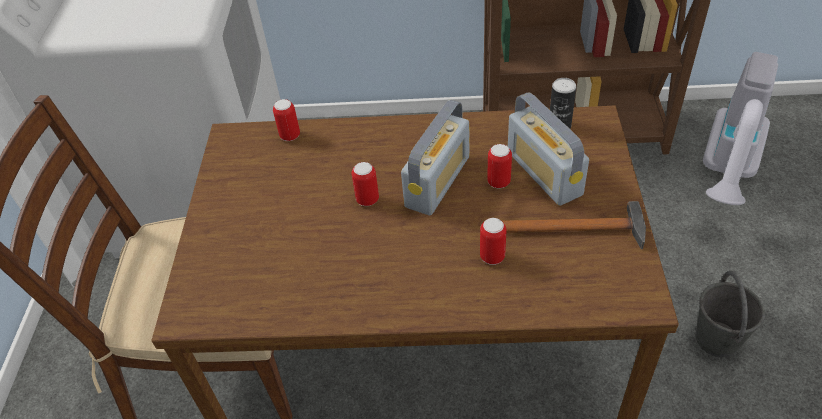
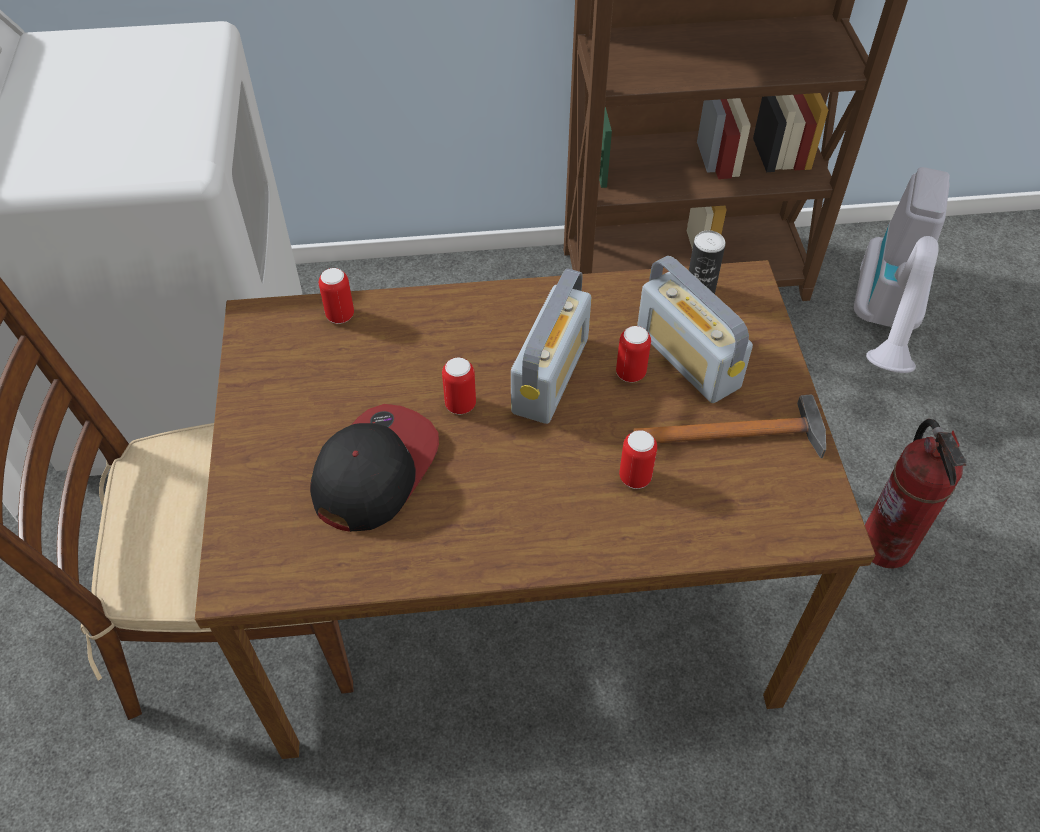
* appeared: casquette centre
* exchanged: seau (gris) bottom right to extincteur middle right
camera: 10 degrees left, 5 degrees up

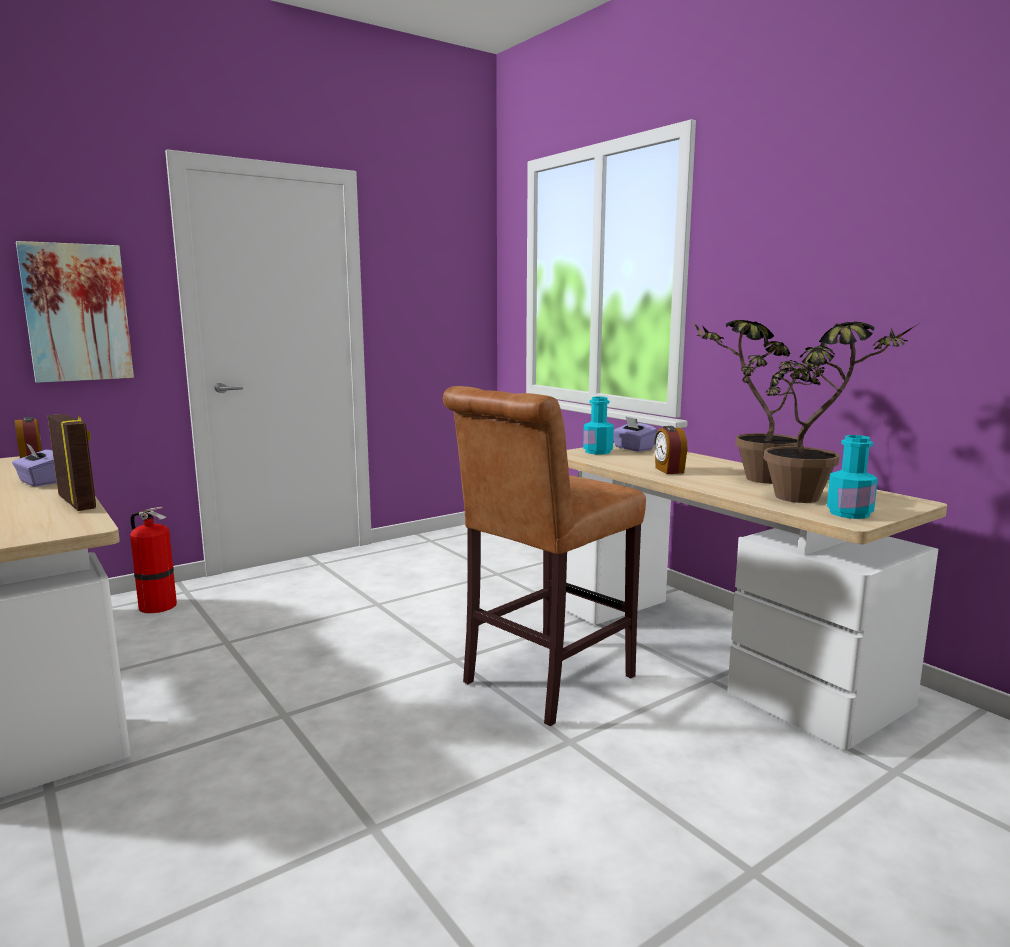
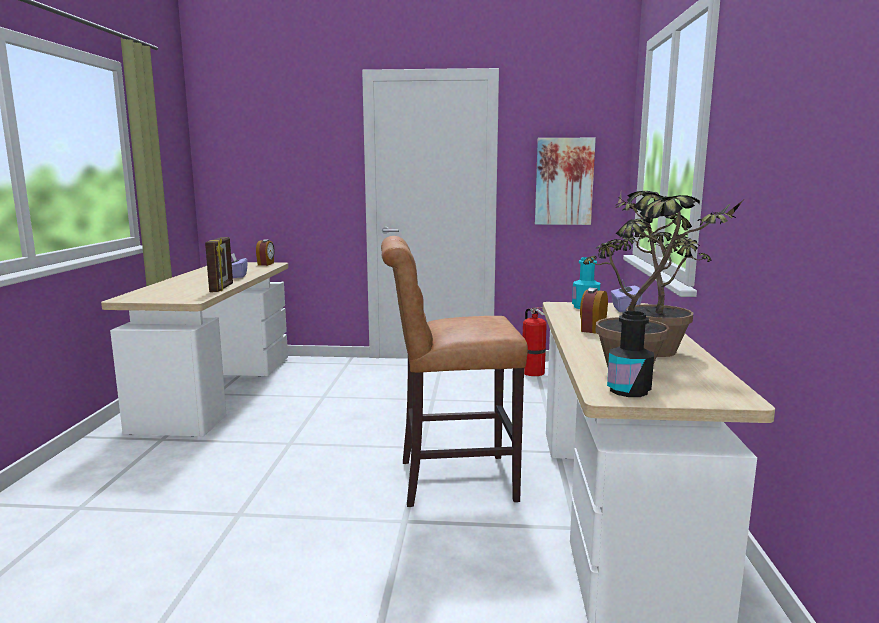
* relocated: tableau top left to top centre
* relocated: extincteur middle left to centre
* colour: bouteille (turquoise) (no. 2 from left) middle right to bouteille (noir) middle right
camera: 40 degrees right, 0 degrees up

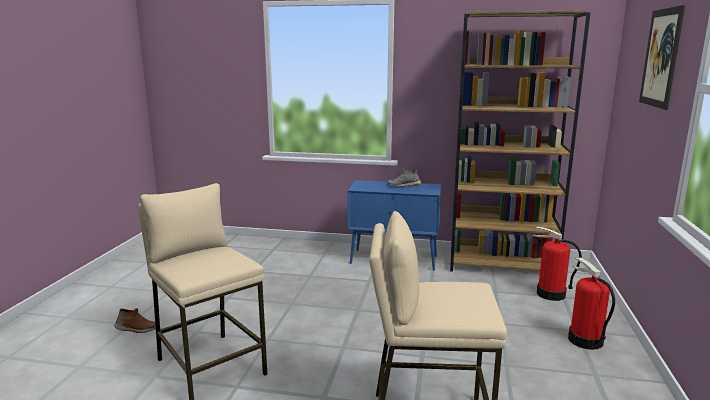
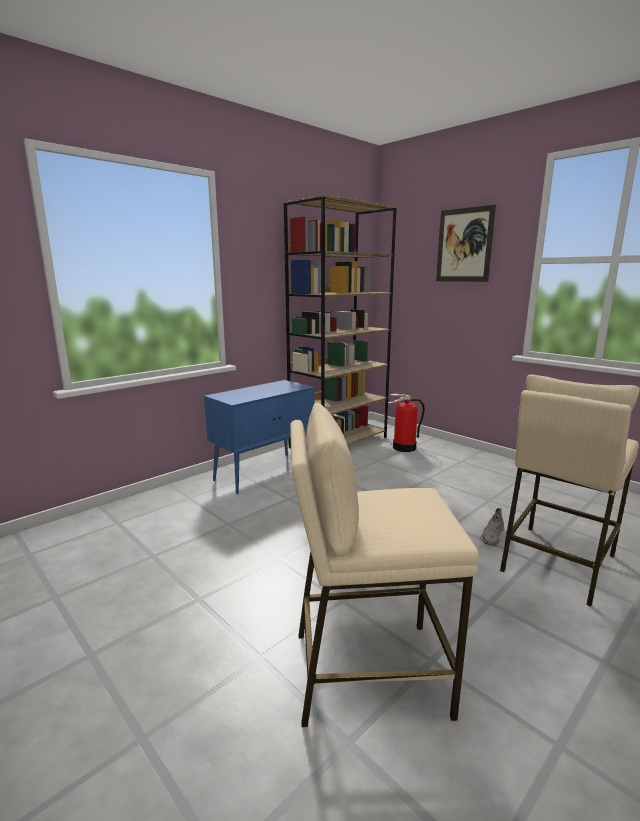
* missing: chaussure (marron) bottom left
* missing: extincteur (no. 2 from left) bottom right
* relocated: chaussure (gris) centre to middle right
camera: 55 degrees left, 0 degrees up

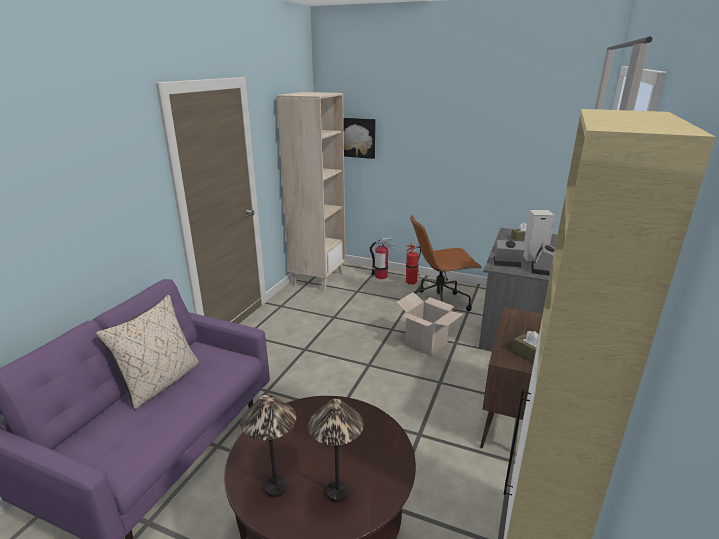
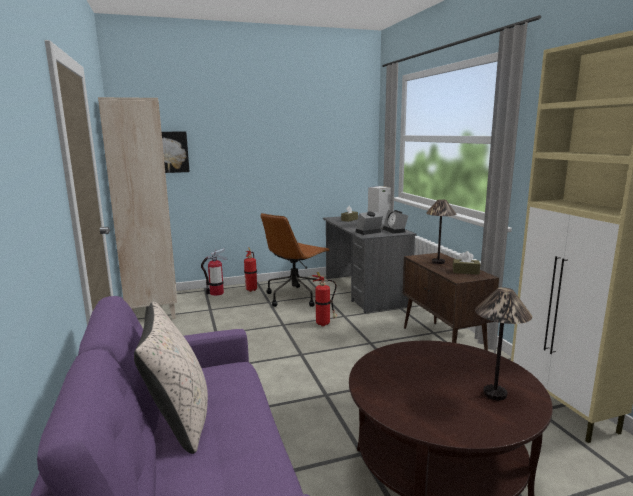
* relocated: lampe de table (no. 1 from left) bottom centre to middle right
* exchanged: carton centre to extincteur (no. 3 from left) centre
camera: 40 degrees left, 10 degrees down

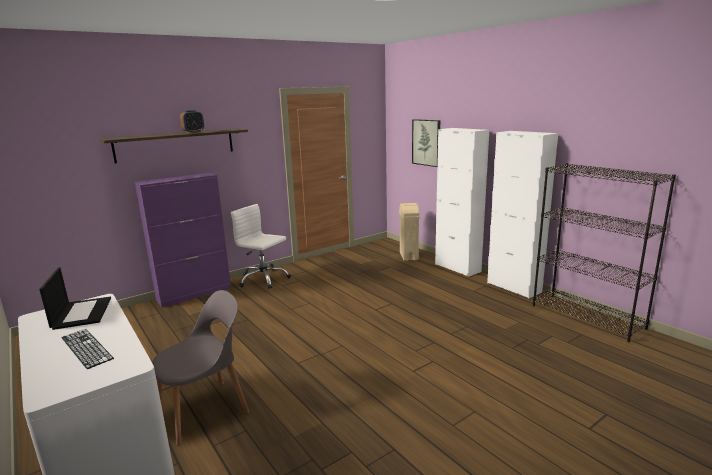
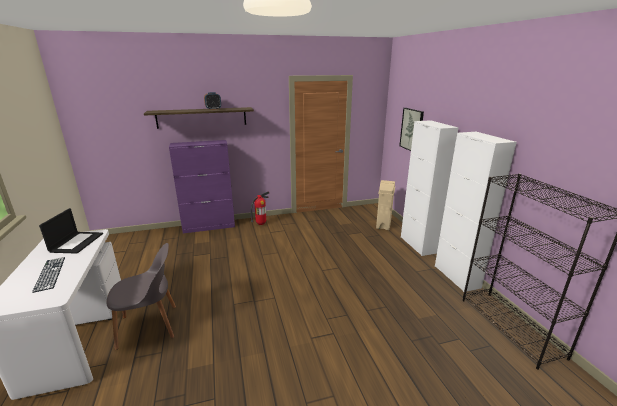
* exchanged: chaise de bureau (blanc) centre to extincteur centre
camera: 20 degrees right, 5 degrees up

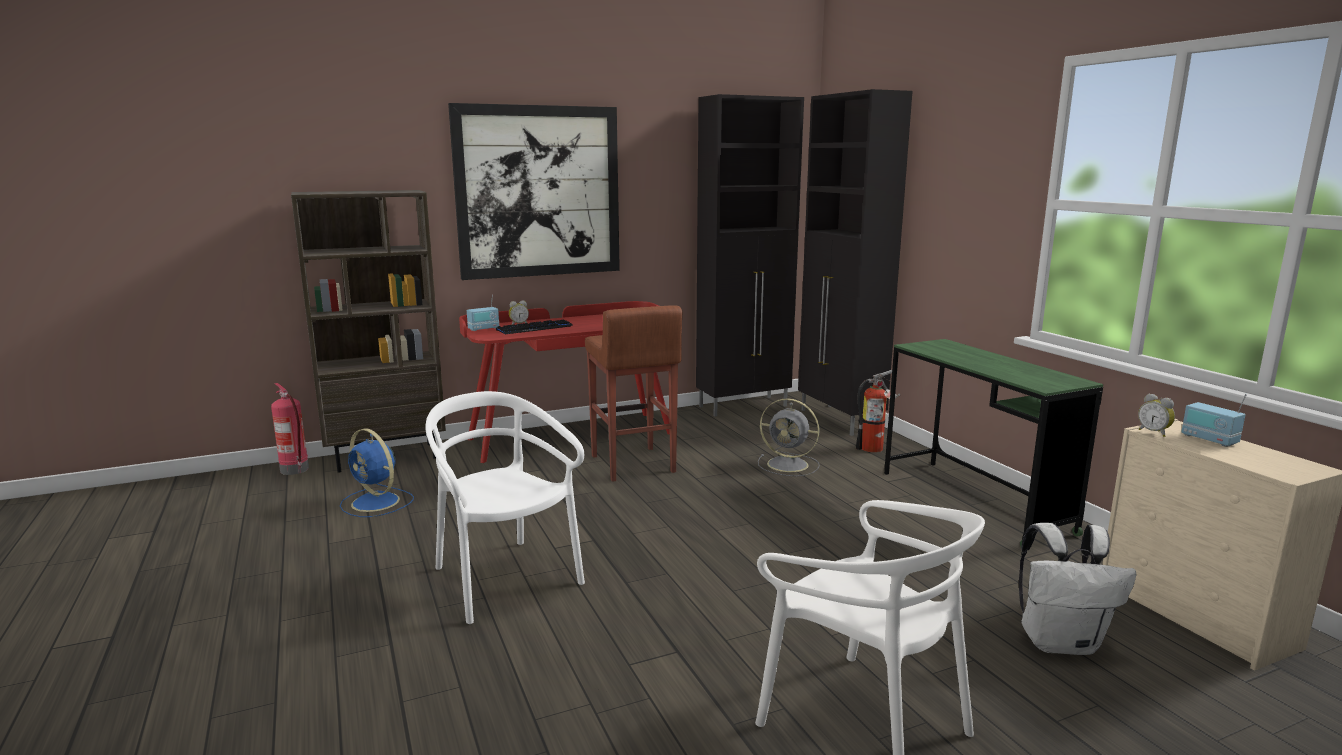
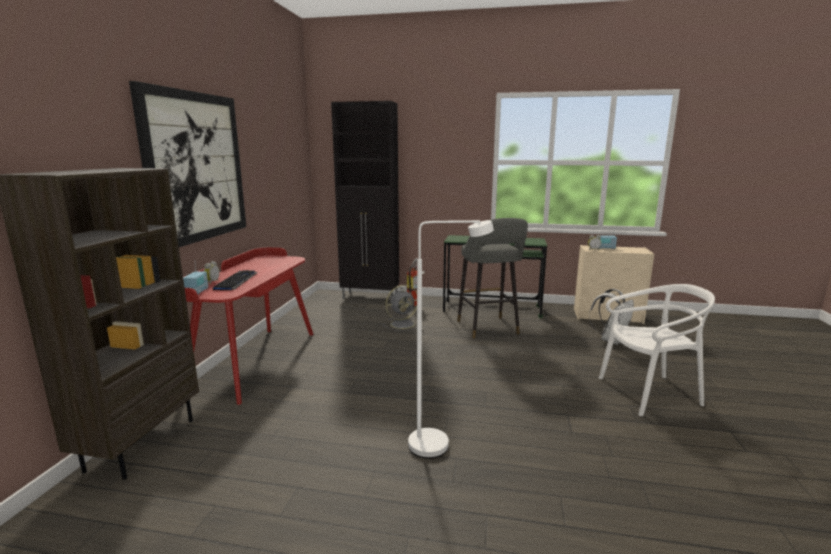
* missing: extincteur (no. 1 from left) middle left
* missing: ventilateur (bleu) middle left
* missing: tabouret (marron) centre
* missing: meuble de rangement (noir) (no. 1 from left) centre
* appeared: tabouret (gris) centre
* exchanged: chaise (blanc) (no. 1 from left) bottom centre to lampadaire (blanc) centre
camera: 55 degrees left, 0 degrees up

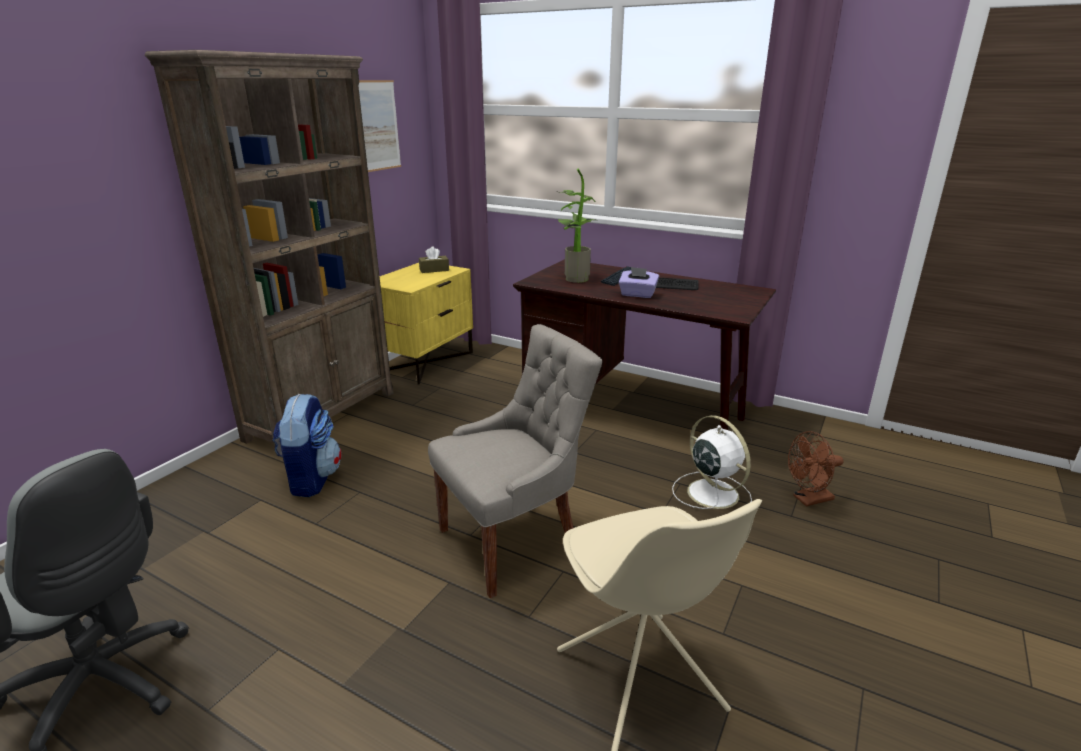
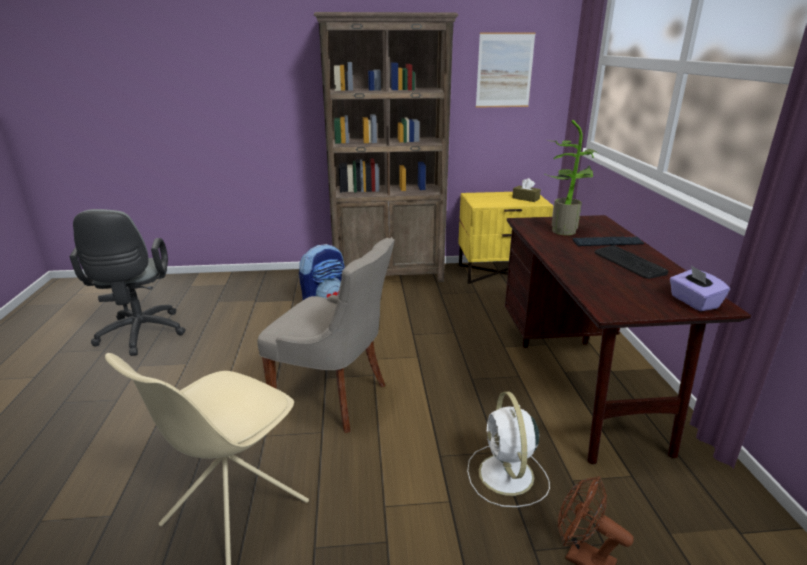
* relocated: boîte à mouchoirs (violet) centre to middle right
* spun: ventilateur (blanc) centre = bottom centre 150 degrees clockwise
camera: 55 degrees right, 0 degrees up

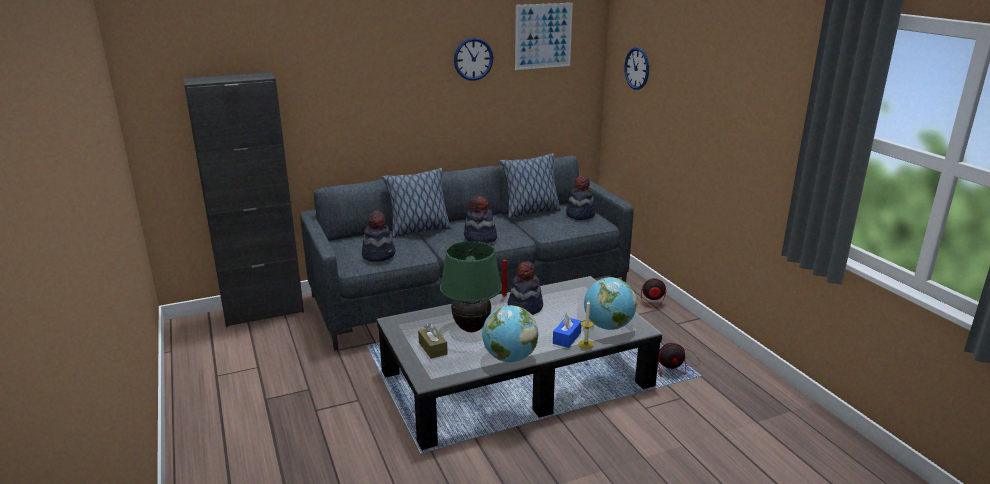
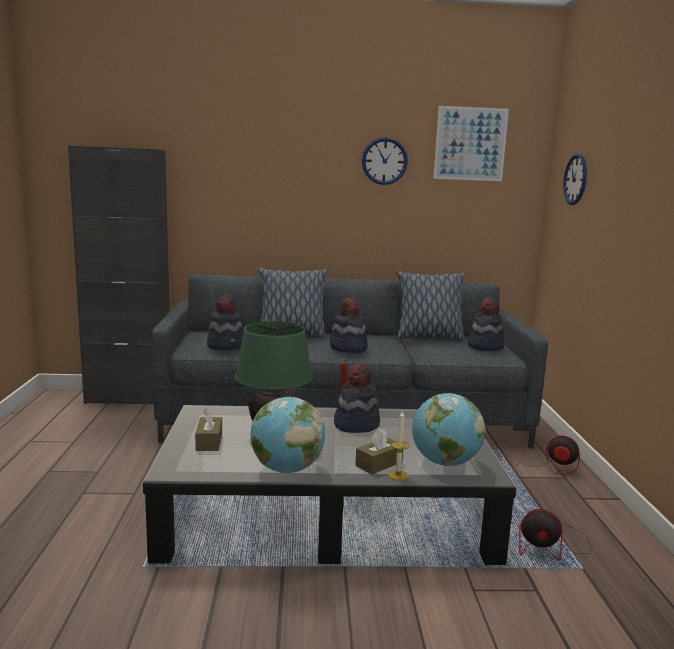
* colour: boîte à mouchoirs (bleu) bottom centre to boîte à mouchoirs (marron) (no. 2 from left) bottom centre
camera: 20 degrees right, 10 degrees down

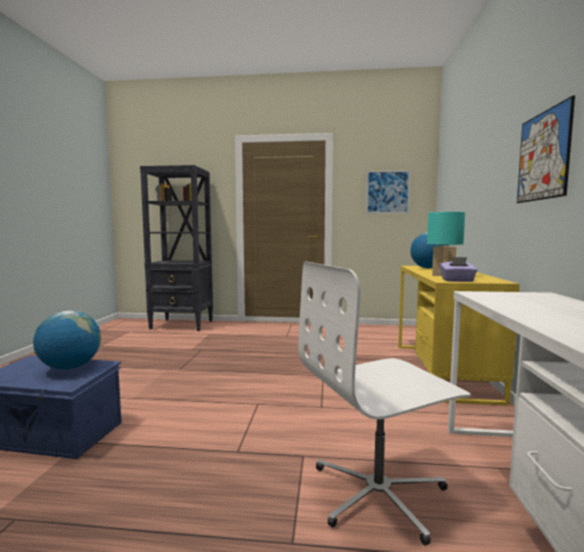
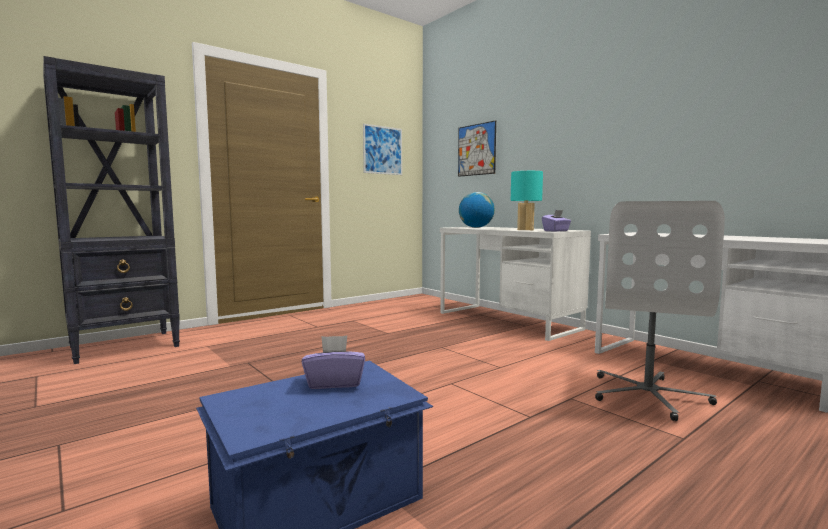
* relocated: tableau (no. 2 from left) top right to top centre
* exchanged: globe (no. 1 from left) middle left to boîte à mouchoirs (violet) (no. 1 from left) bottom centre
* colour: bureau (jaune) middle right to bureau (blanc) (no. 1 from left) centre
camera: 45 degrees left, 0 degrees up

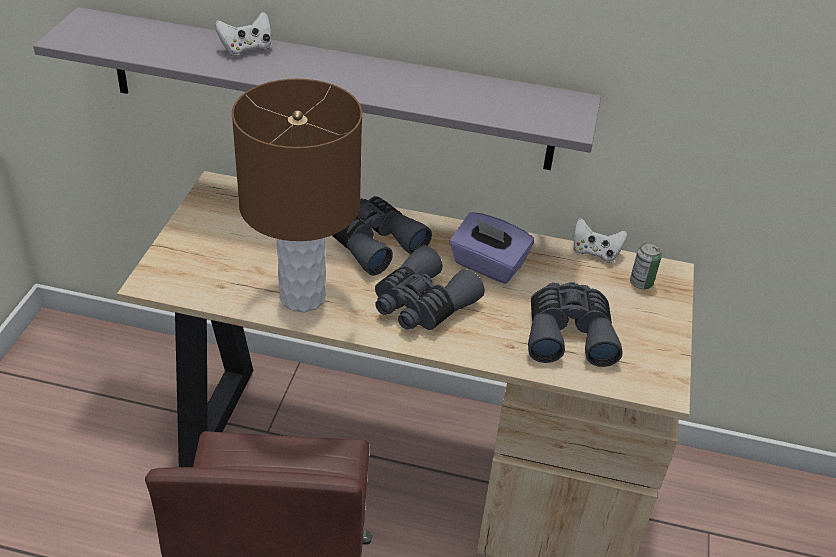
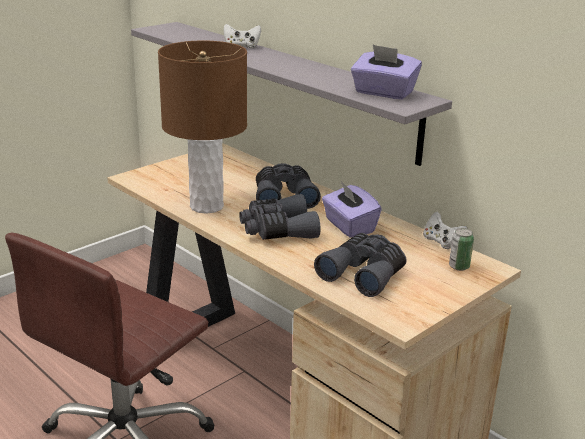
* appeared: boîte à mouchoirs (violet) (no. 2 from left) top centre
camera: 35 degrees right, 15 degrees down

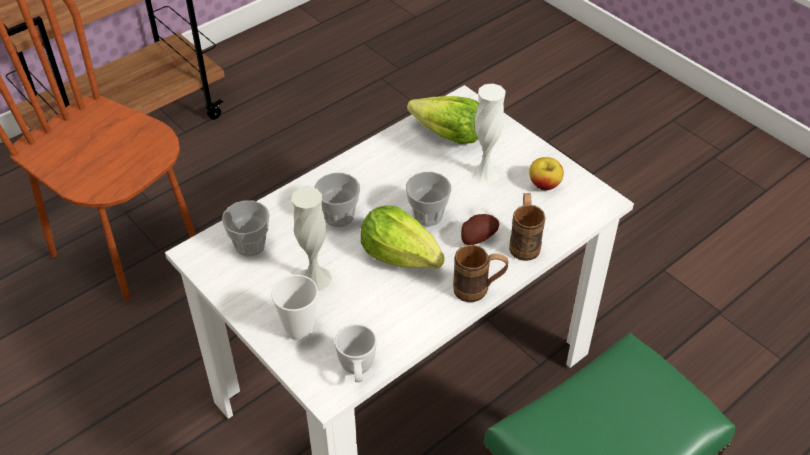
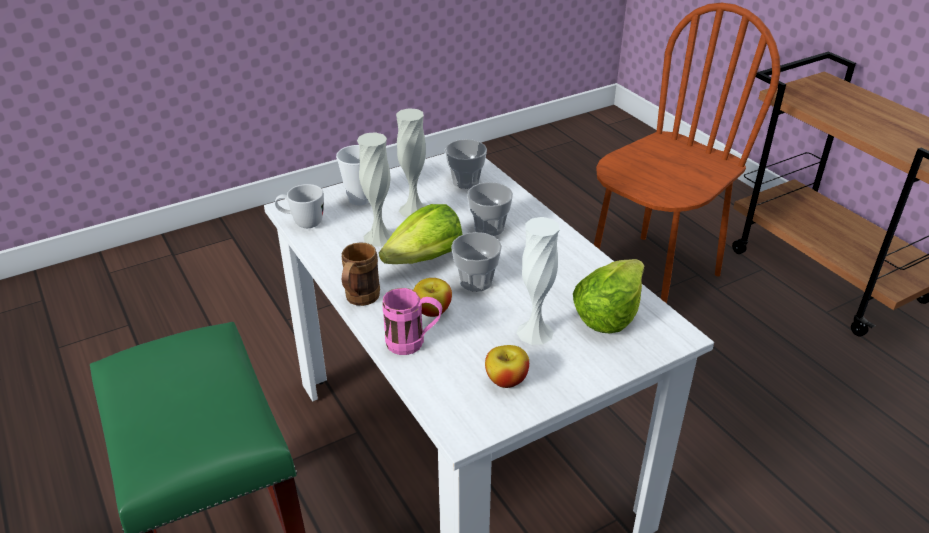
* appeared: vase (blanc) (no. 1 from left) centre
* exchanged: pomme de terre centre to pomme (no. 1 from left) centre
* colour: mug (marron) (no. 2 from left) centre to mug (rose) centre
camera: 100 degrees right, 10 degrees down

